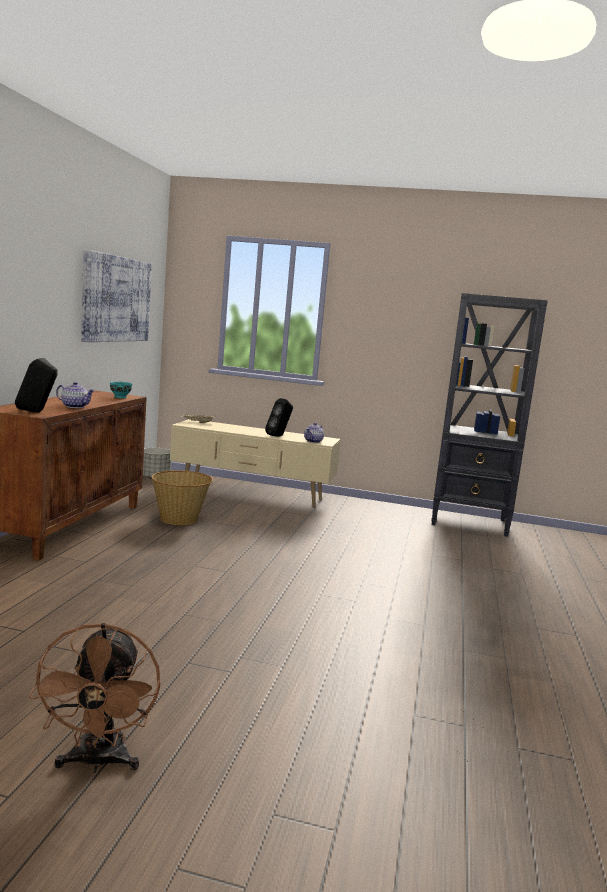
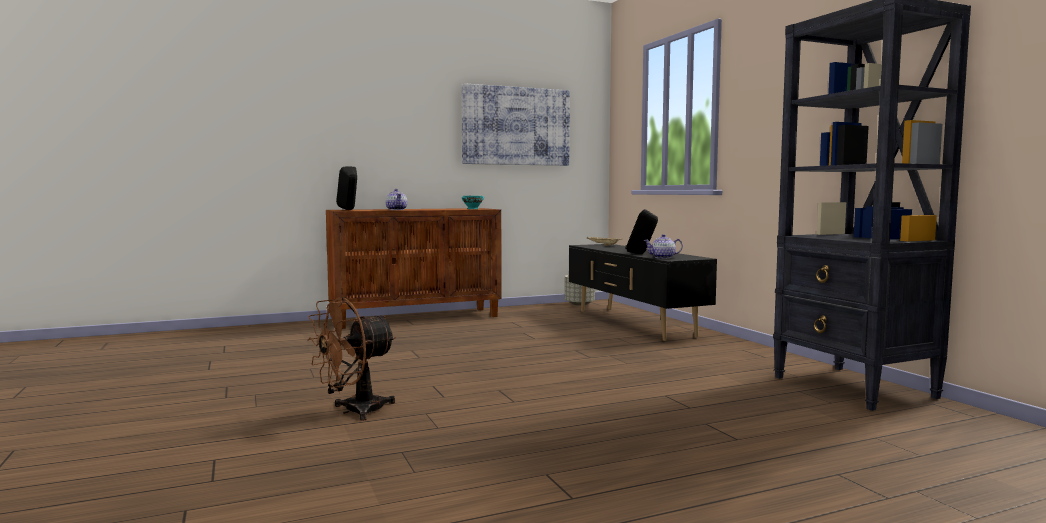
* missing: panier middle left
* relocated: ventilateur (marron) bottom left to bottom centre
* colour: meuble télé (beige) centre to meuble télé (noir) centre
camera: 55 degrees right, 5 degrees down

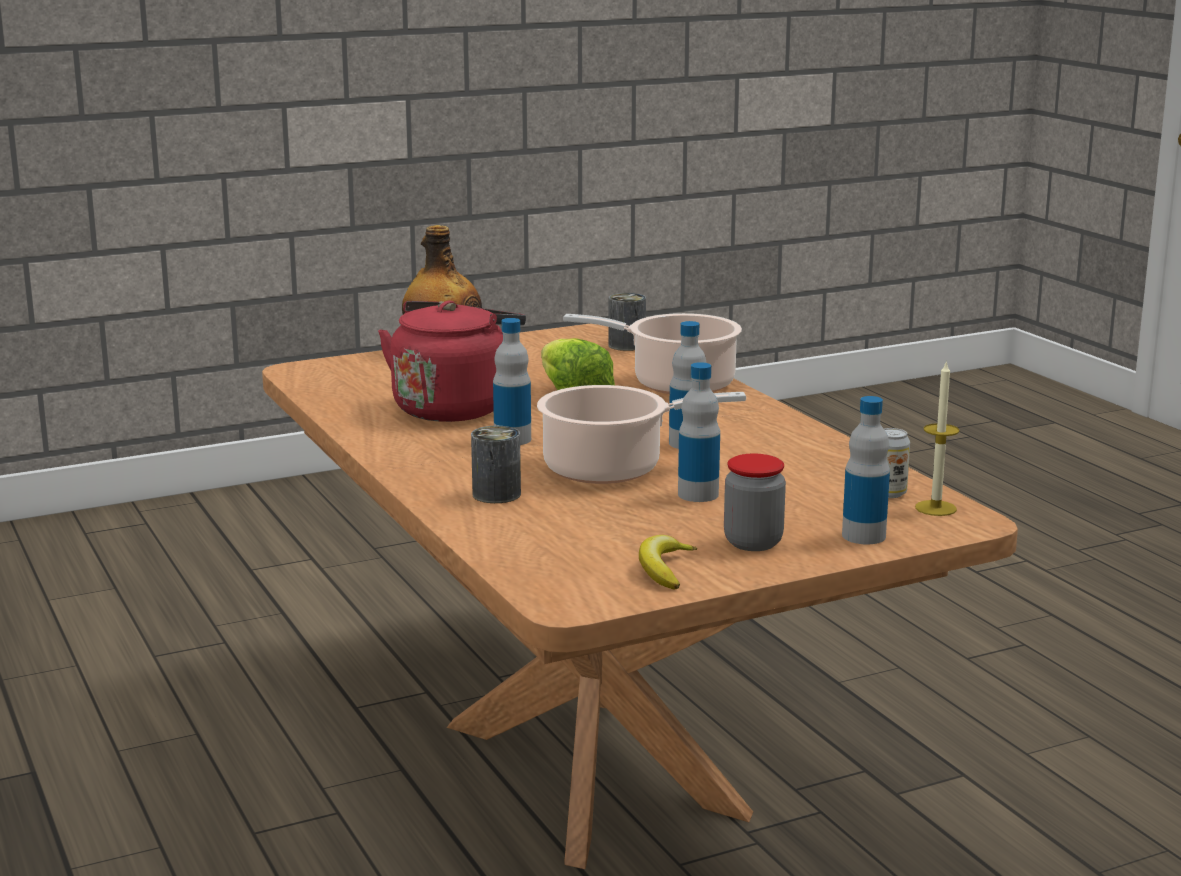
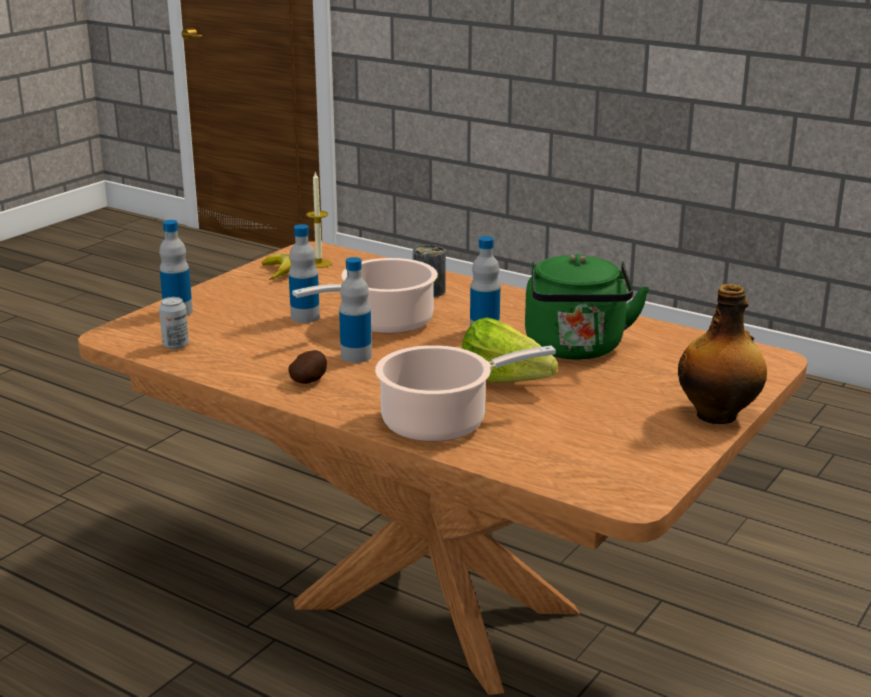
* missing: boîte métallique (no. 2 from left) centre
* missing: bocal centre
* appeared: pomme de terre centre
* relocated: bougie middle right to top centre
* colour: bouilloire (rouge) centre to bouilloire (vert) middle right
camera: 150 degrees right, 5 degrees up

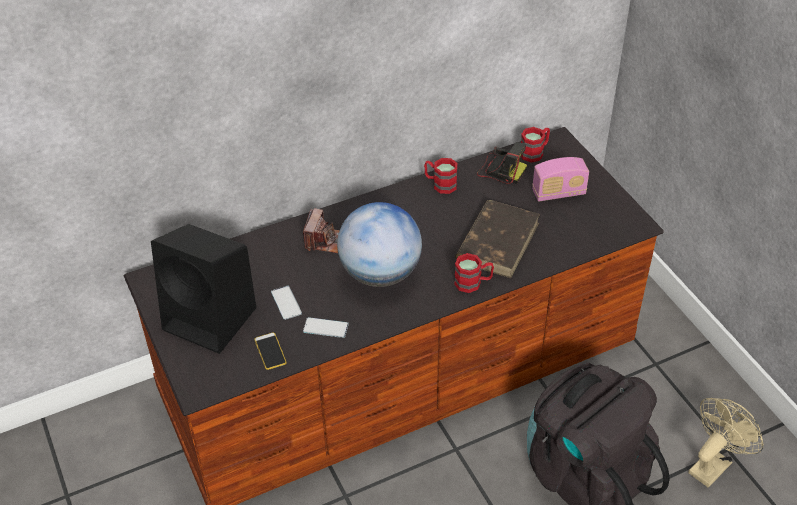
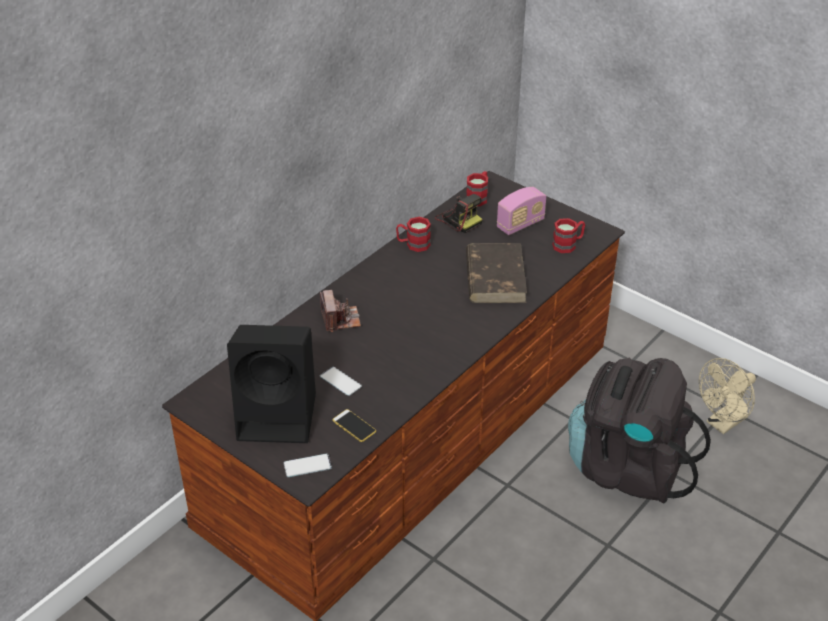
* missing: globe centre
* relocated: téléphone (no. 3 from left in the first image) centre to téléphone (no. 1 from left) bottom centre
* relocated: mug (rouge) (no. 2 from left in the first image) centre to mug (rouge) (no. 3 from left) middle right
* spun: appareil photo (no. 2 from left) top centre = centre 45 degrees clockwise
* spun: ventilateur (beige) bottom right = middle right 150 degrees counterclockwise
camera: 25 degrees left, 5 degrees down

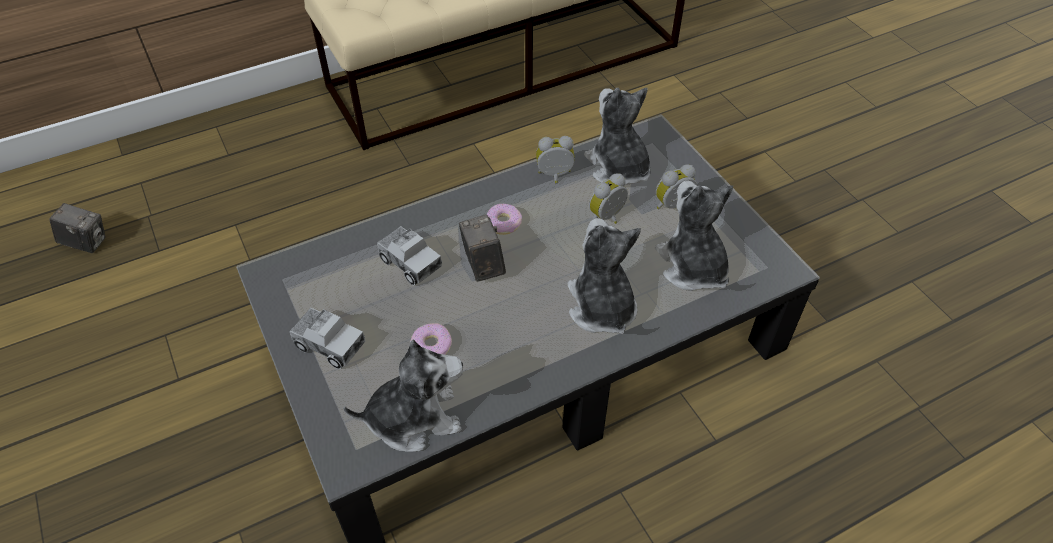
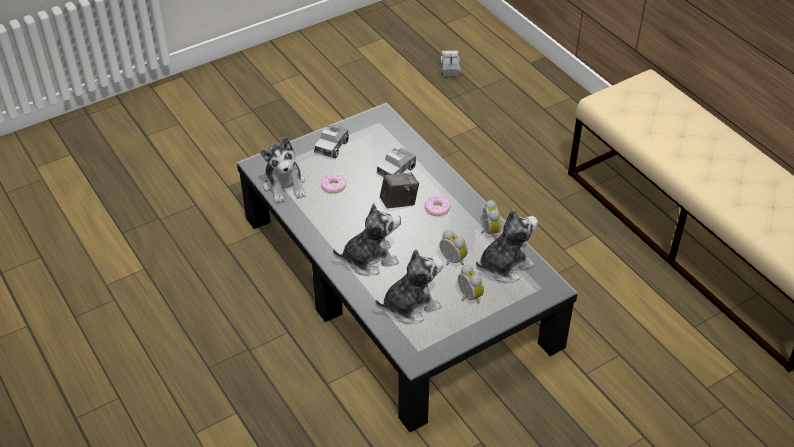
* exchanged: appareil photo (no. 1 from left) middle left to camion jouet (no. 3 from left) top centre
camera: 85 degrees right, 5 degrees down

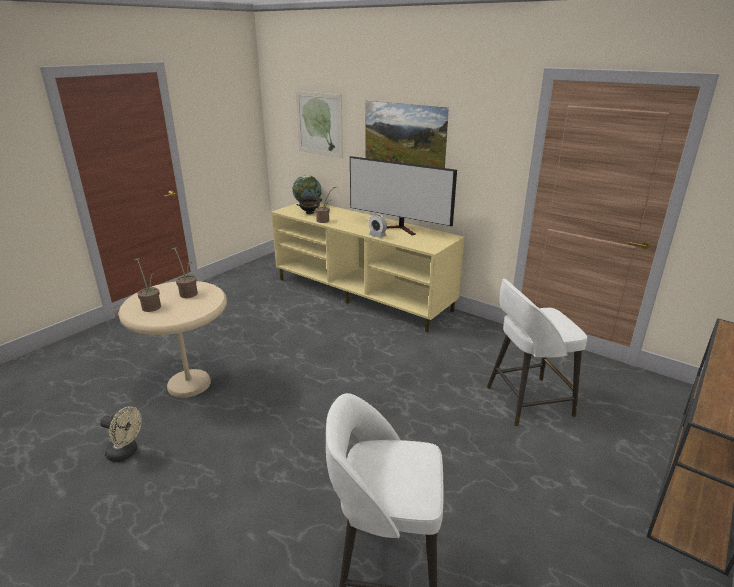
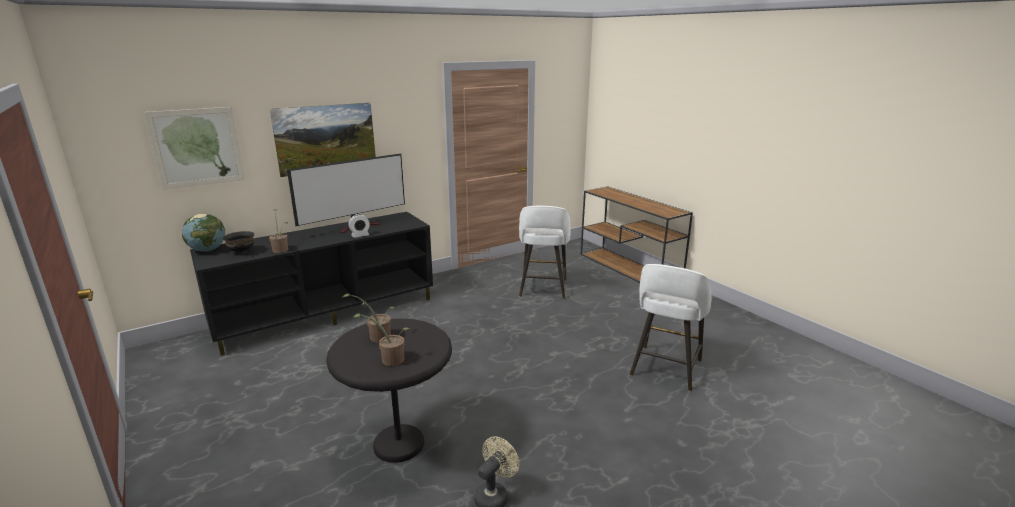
* colour: table d'appoint (beige) middle left to table d'appoint (noir) bottom centre
* colour: meuble télé (beige) centre to meuble télé (noir) middle left
camera: 70 degrees left, 5 degrees down

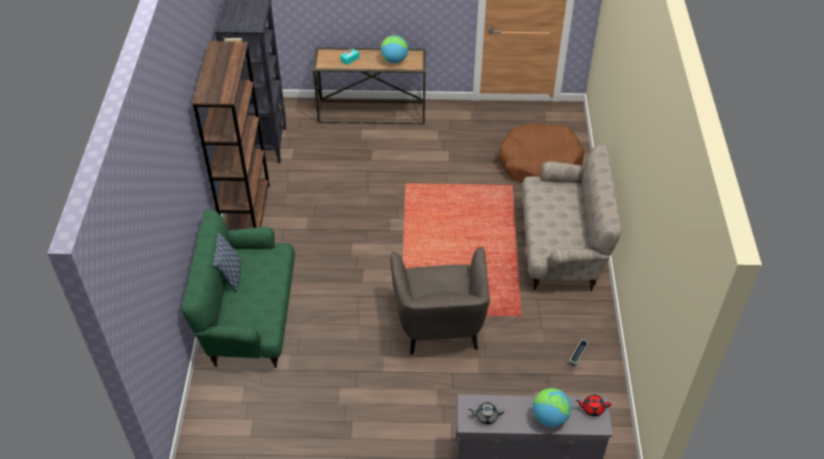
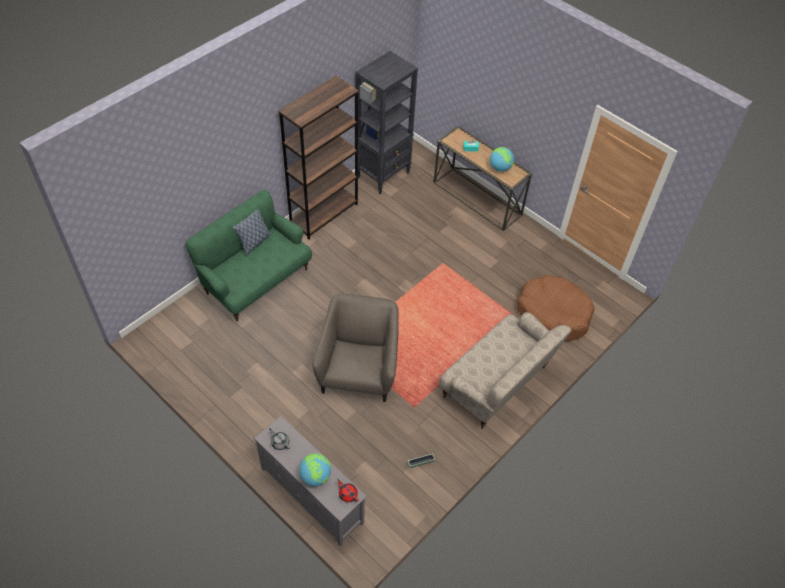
* spun: fauteuil (gris) centre = centre 150 degrees clockwise
camera: 40 degrees right, 5 degrees up

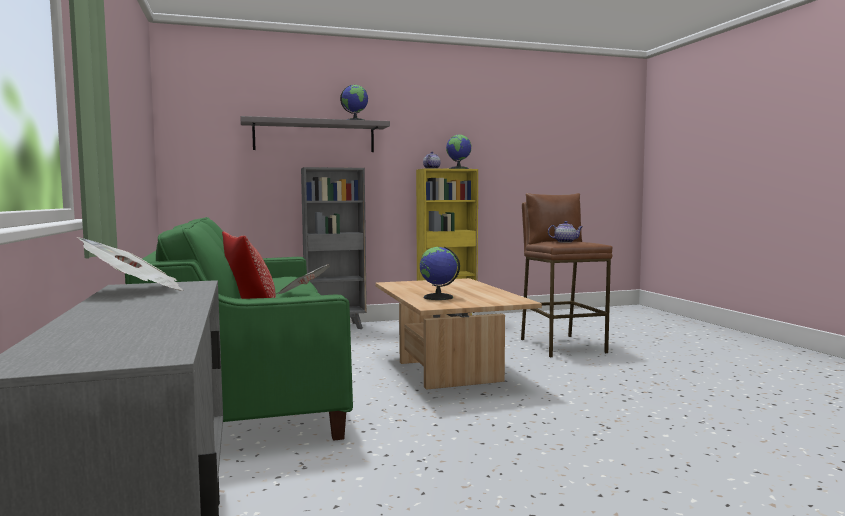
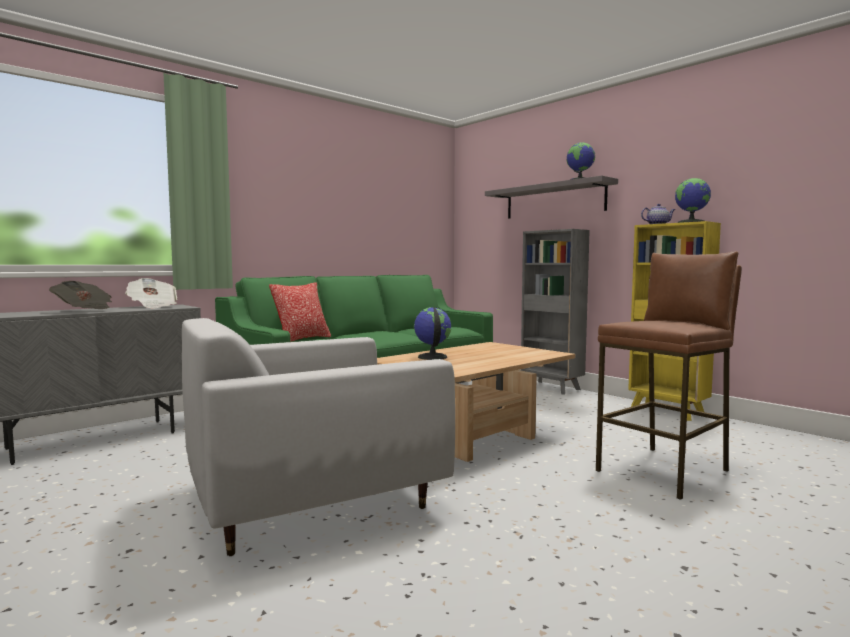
* missing: théière (no. 2 from left) middle right
* appeared: fauteuil (blanc) bottom centre
* relocated: journal (no. 2 from left in the first image) centre to journal (no. 1 from left) middle left
camera: 65 degrees right, 0 degrees up

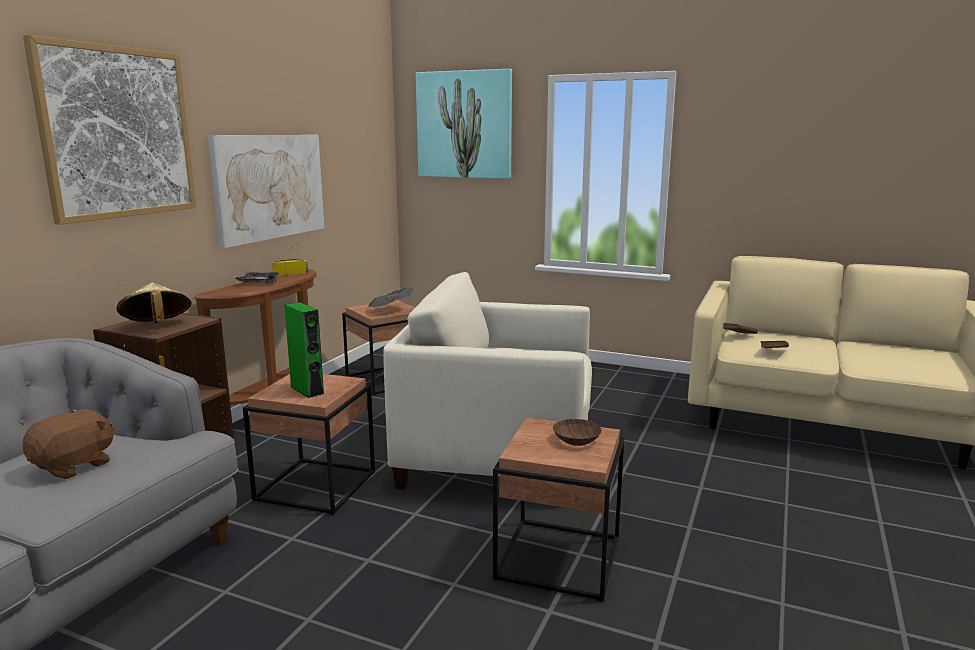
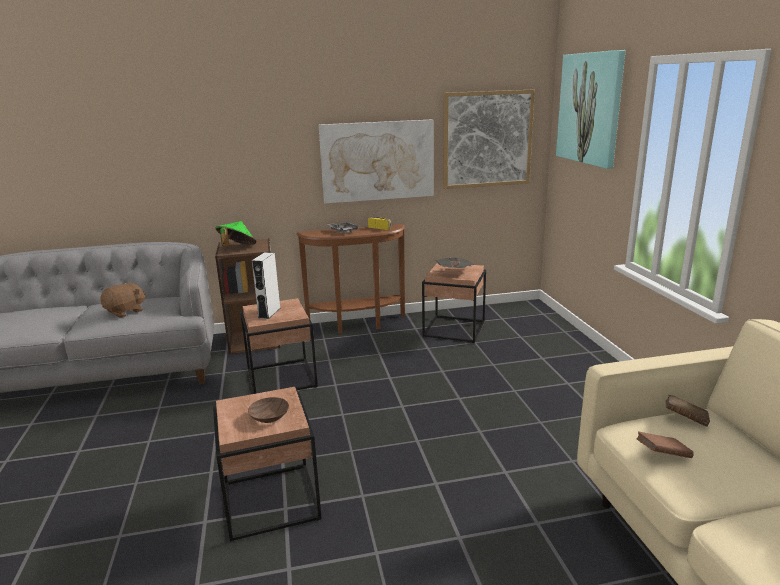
* missing: fauteuil (beige) centre
* relocated: tableau (no. 1 from left in the first image) top left to tableau (no. 2 from left) top centre
* colour: chapeau (beige) middle left to chapeau (vert) middle left
* colour: enceinte (vert) middle left to enceinte (gris) centre
* spun: peluche (marron) bottom left = middle left 45 degrees counterclockwise
camera: 55 degrees right, 5 degrees up

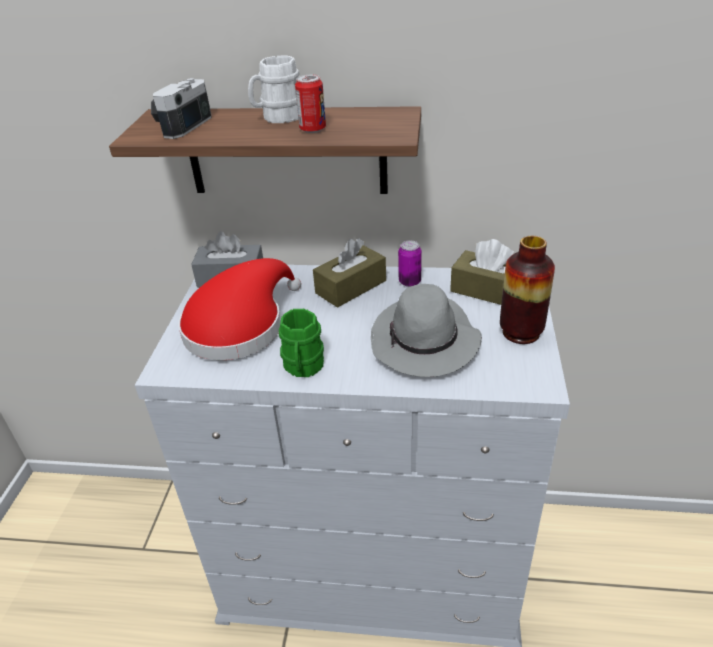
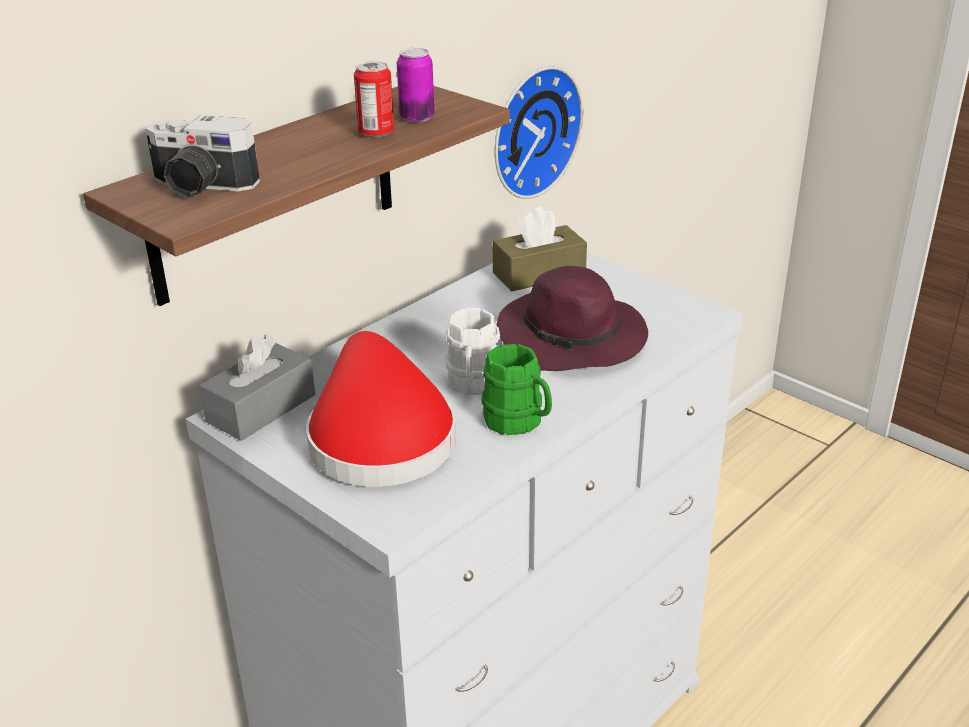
* missing: boîte à mouchoirs (marron) (no. 1 from left) centre
* missing: vase middle right
* appeared: horloge murale top centre
* relocated: mug (blanc) top centre to centre
* relocated: boîte métallique (no. 2 from left) centre to top centre
* colour: chapeau (gris) centre to chapeau (violet) centre
* spun: appareil photo top left = top left 45 degrees counterclockwise
camera: 55 degrees left, 5 degrees down

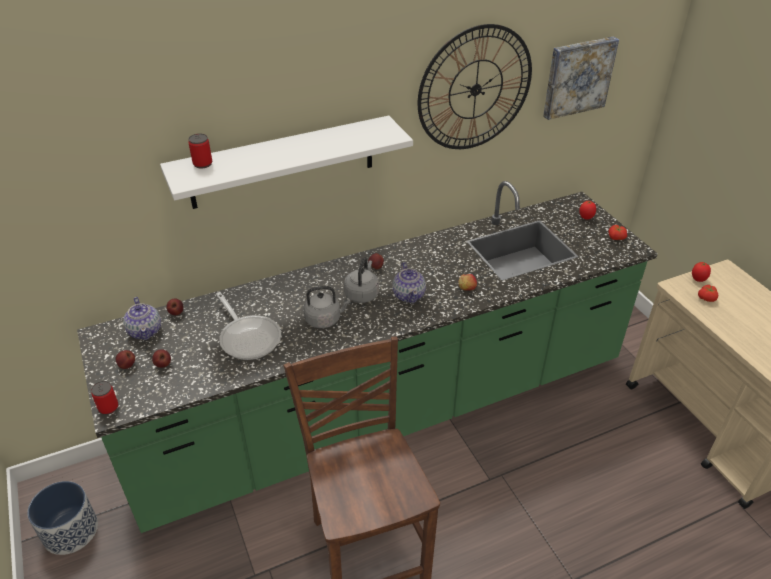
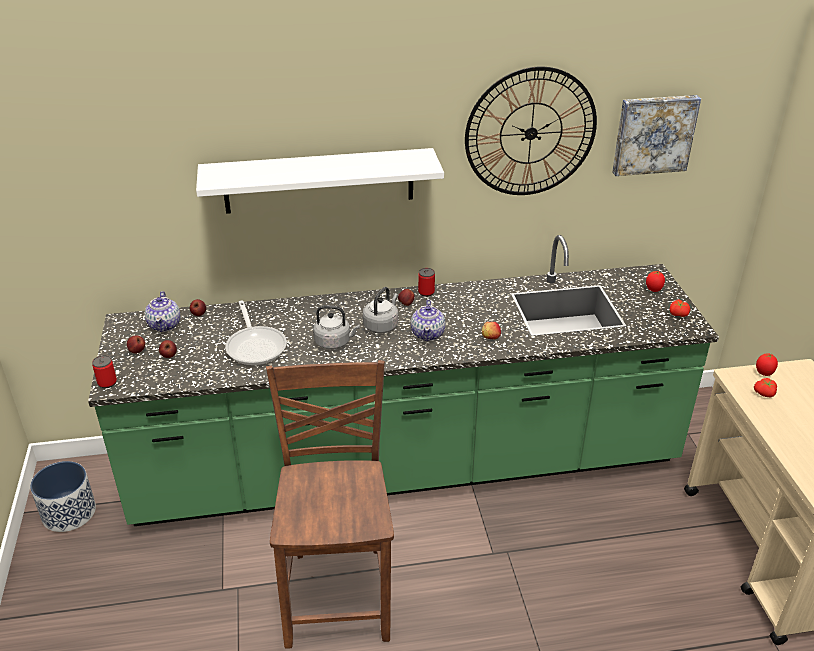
* relocated: boîte métallique (no. 2 from left) top left to centre
camera: 15 degrees right, 5 degrees down

